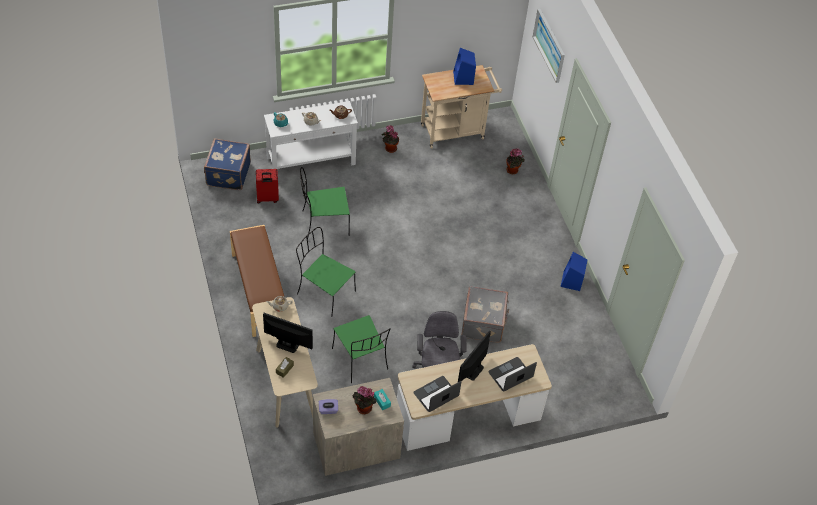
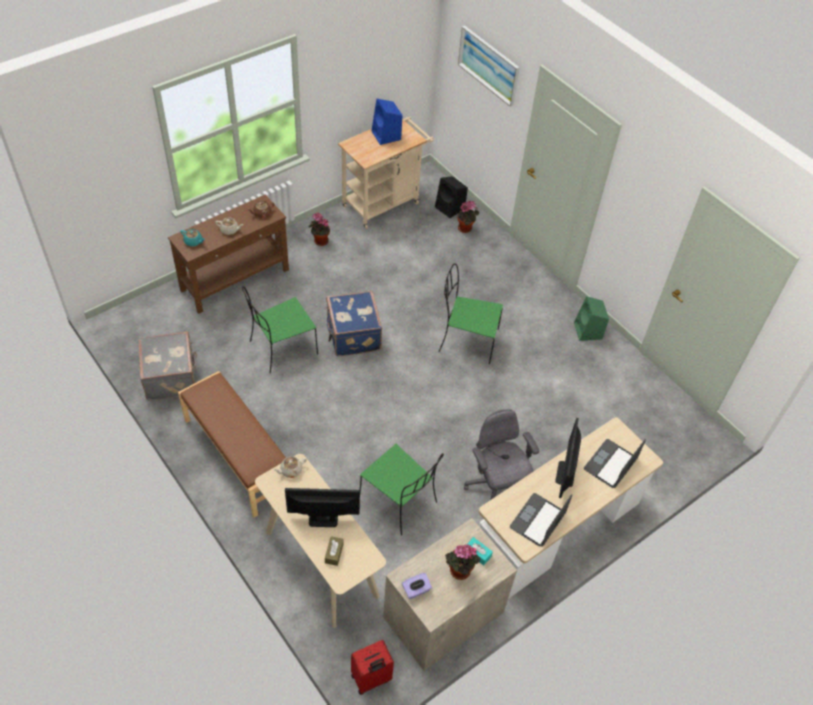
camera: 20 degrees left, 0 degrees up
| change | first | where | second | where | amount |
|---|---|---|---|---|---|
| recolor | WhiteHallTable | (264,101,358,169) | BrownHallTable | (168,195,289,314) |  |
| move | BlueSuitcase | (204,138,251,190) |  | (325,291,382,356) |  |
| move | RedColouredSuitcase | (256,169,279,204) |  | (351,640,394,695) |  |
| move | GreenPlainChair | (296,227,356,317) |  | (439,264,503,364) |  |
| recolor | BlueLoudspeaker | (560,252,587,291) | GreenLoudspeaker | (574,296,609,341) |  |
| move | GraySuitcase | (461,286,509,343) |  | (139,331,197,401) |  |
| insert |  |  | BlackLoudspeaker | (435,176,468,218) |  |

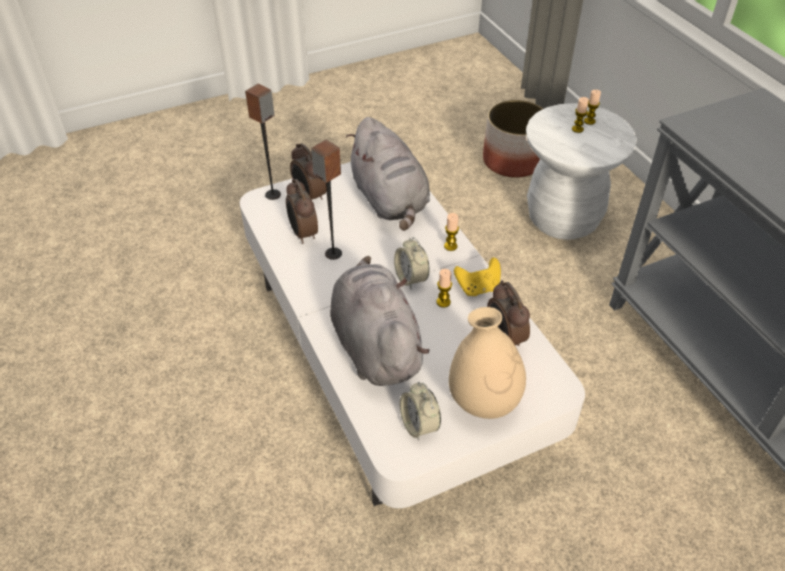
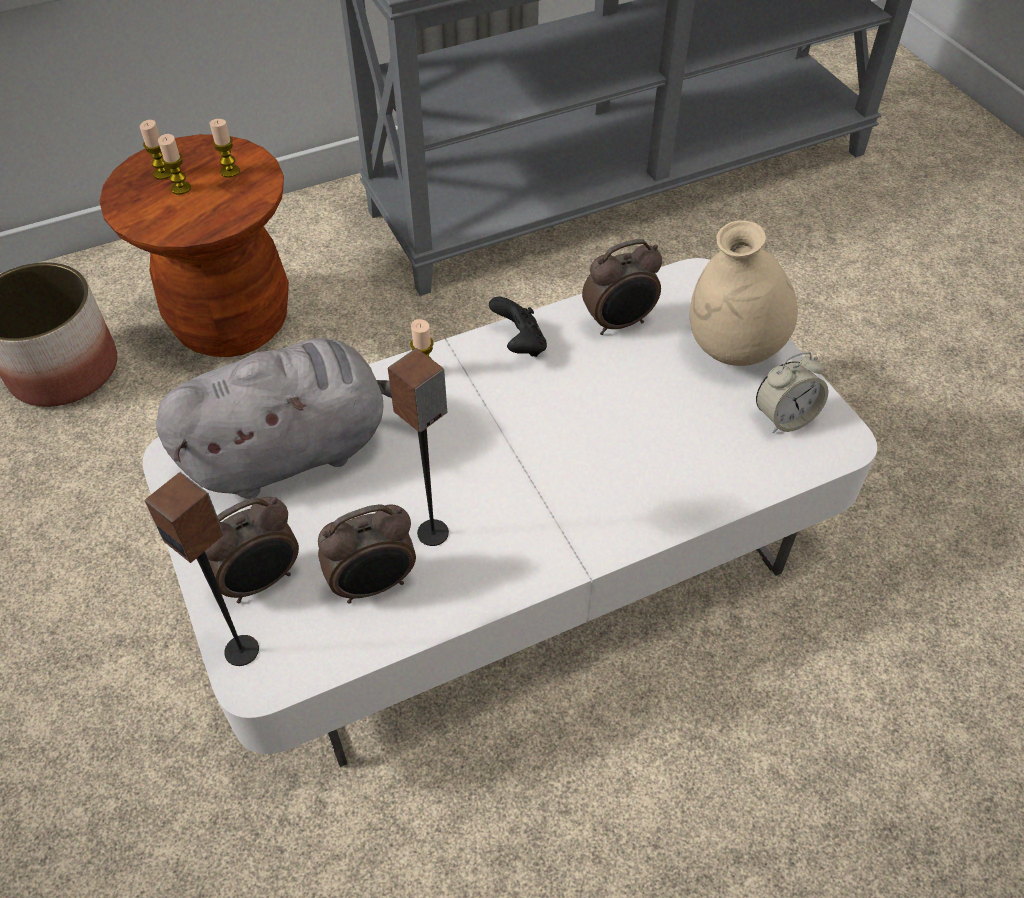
camera: 90 degrees left, 5 degrees up
| change | first | where | second | where | amount |
|---|---|---|---|---|---|
| recolor | WhiteSittingStool | (526,103,637,240) | BrownSittingStool | (99,134,289,357) |  |
| delete | TableClock | (394,237,429,289) |  |  |  |
| delete | GraySoftToy | (330,256,429,386) |  |  |  |
| recolor | YellowColouredGamepad | (454,257,501,296) | BlackGamepad | (489,297,547,357) |  |
| move | Candle | (436,269,452,308) |  | (210,119,240,178) |  |

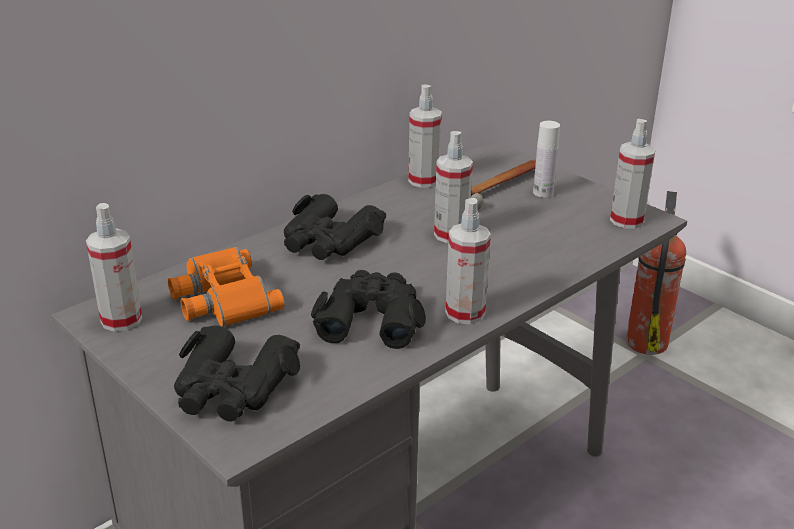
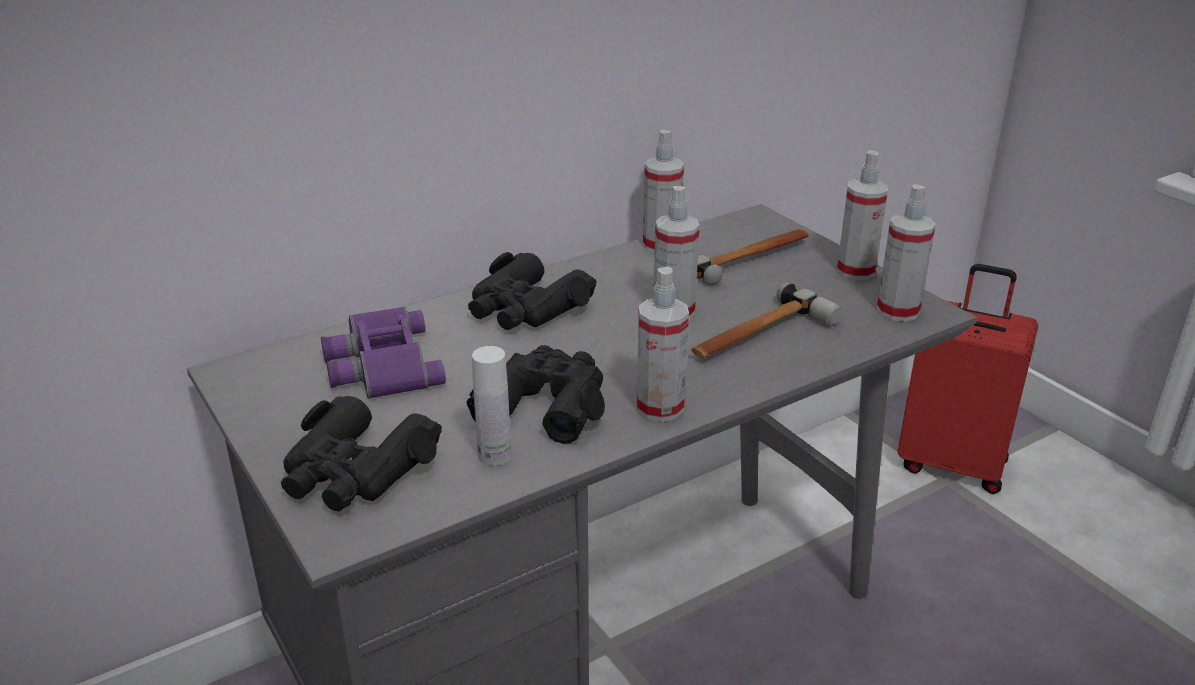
camera: 10 degrees right, 0 degrees up
| change | first | where | second | where | amount |
|---|---|---|---|---|---|
| move | WhiteDrinkBottle | (533,121,560,198) |  | (472,346,511,466) |  |
| replace | Extinguisher | (626,191,686,355) | RedColouredSuitcase | (898,264,1038,494) |  |
| move | Sprayer | (86,203,142,332) |  | (837,150,888,280) |  |
| recolor | OrangeColouredFieldGlasses | (168,247,285,327) | PurpleFieldGlasses | (321,306,446,399) |  |
| insert |  |  | Hammer | (691,283,841,358) |  |

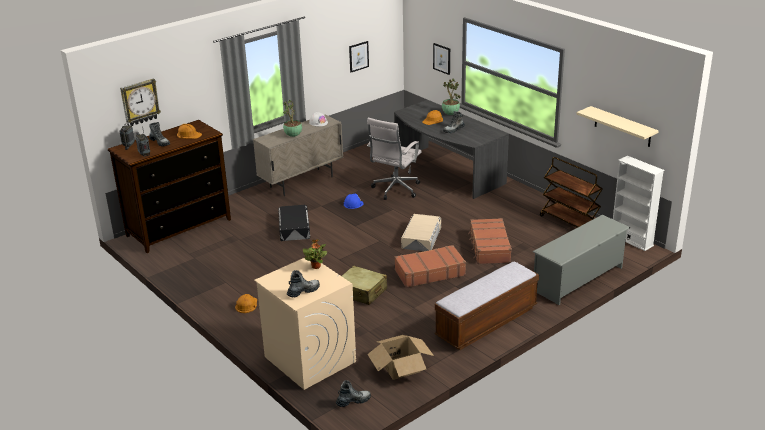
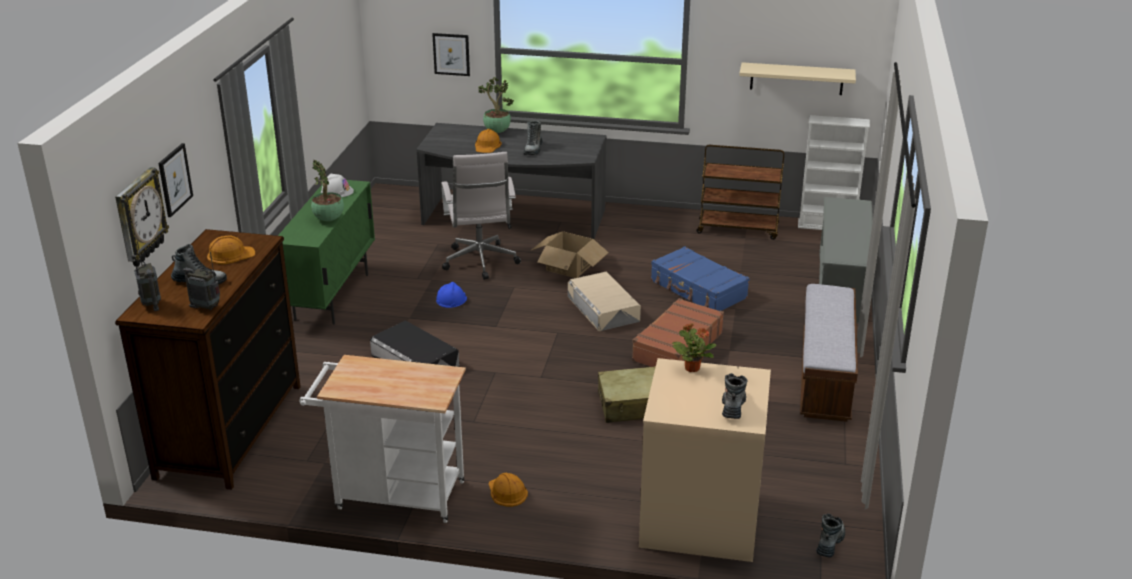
camera: 40 degrees left, 0 degrees up
| change | first | where | second | where | amount |
|---|---|---|---|---|---|
| move | Picture | (349,41,369,72) |  | (158,143,193,217) |  |
| recolor | BeigeCabinet | (253,114,343,196) | GreenCabinet | (278,180,375,325) |  |
| recolor | BrownSuitcase | (468,218,512,264) | BlueSuitcase | (651,246,750,311) |  |
| move | PackingBox | (367,335,434,380) |  | (532,231,609,278) |  |
| insert |  |  | WhiteWheeledCart | (299,355,466,523) |  |

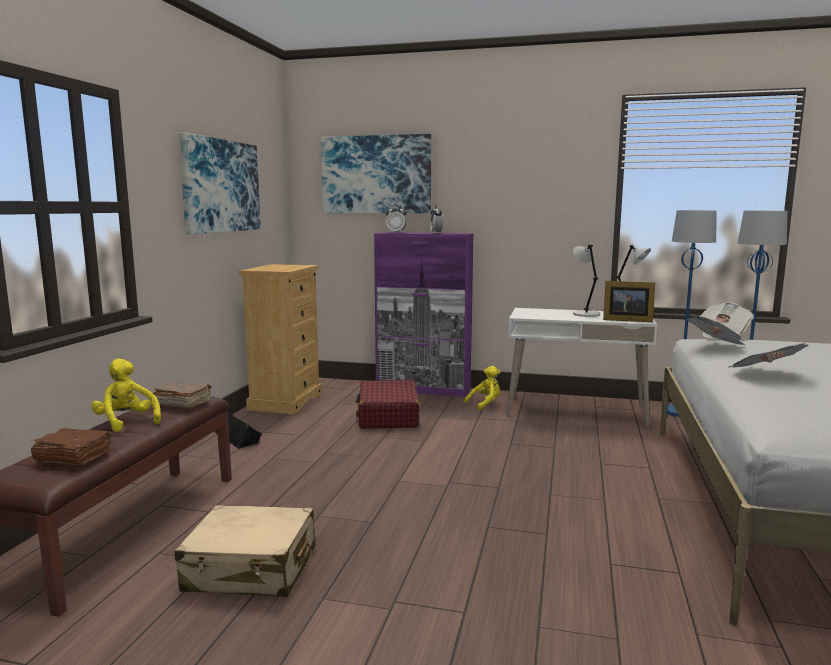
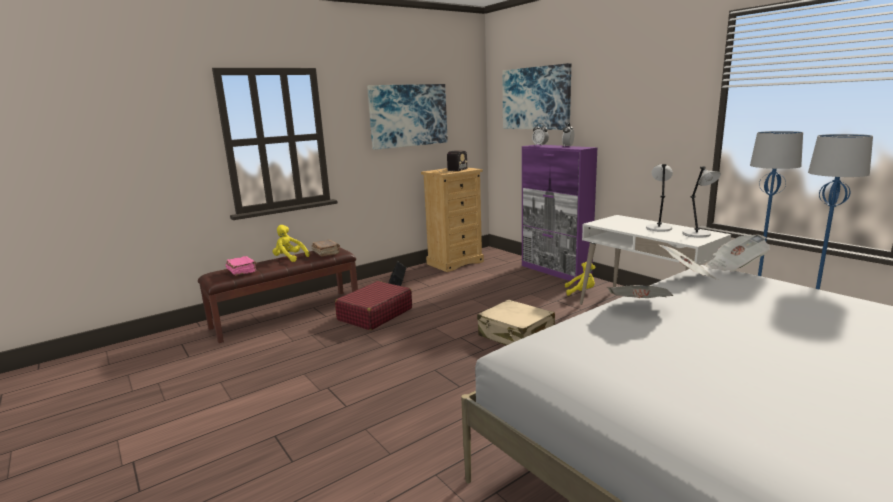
camera: 40 degrees right, 5 degrees up
| change | first | where | second | where | amount |
|---|---|---|---|---|---|
| delete | PictureFrame | (603,281,655,322) |  |  |  |
| rotate | YellowColouredSoftToy | (91,359,161,432) |  | (273,225,310,262) | 60 degrees counterclockwise |
| move | RedColouredSuitcase | (356,380,419,429) |  | (335,281,412,330) |  |
| recolor | BrownBook | (31,428,113,466) | PinkBook | (226,256,257,276) |  |
| move | BeigeSuitcase | (174,505,316,597) |  | (477,300,555,345) |  |
| insert |  |  | RadioSet | (441,150,467,173) |  |

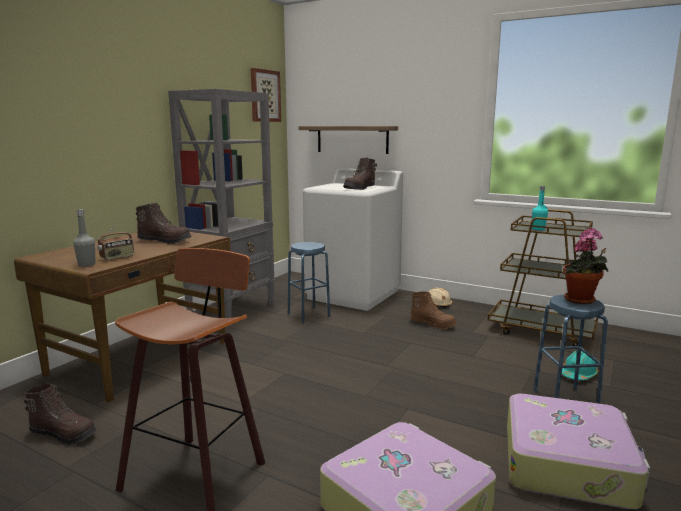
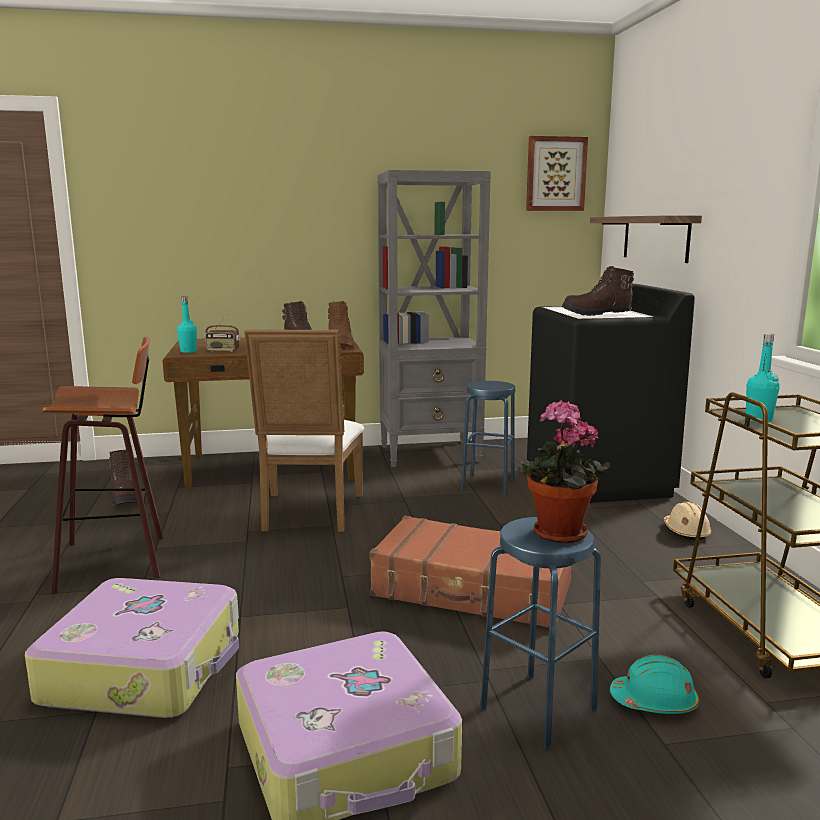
camera: 50 degrees right, 0 degrees up
| change | first | where | second | where | amount |
|---|---|---|---|---|---|
| recolor | WhiteWashingMachine | (303,168,403,311) | BlackWashingMachine | (527,284,695,503) |  |
| recolor | GrayDrinkBottle | (73,209,96,267) | TurquoiseColouredDrinkBottle | (177,297,197,353) |  |
| move | BrownBoot | (410,291,457,330) |  | (328,301,354,347) |  |
| insert |  |  | WhitePlainChair | (244,330,364,532) |  |
| insert |  |  | BrownSuitcase | (370,516,571,628) |  |

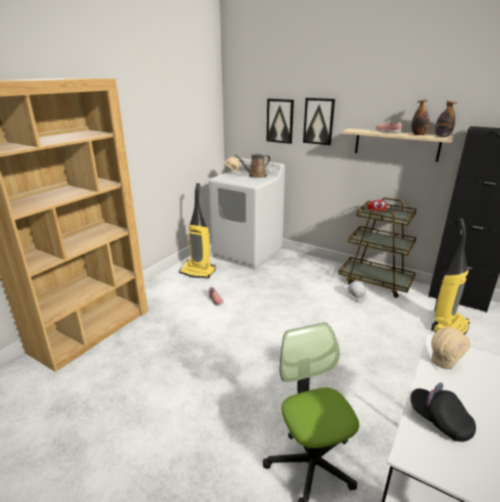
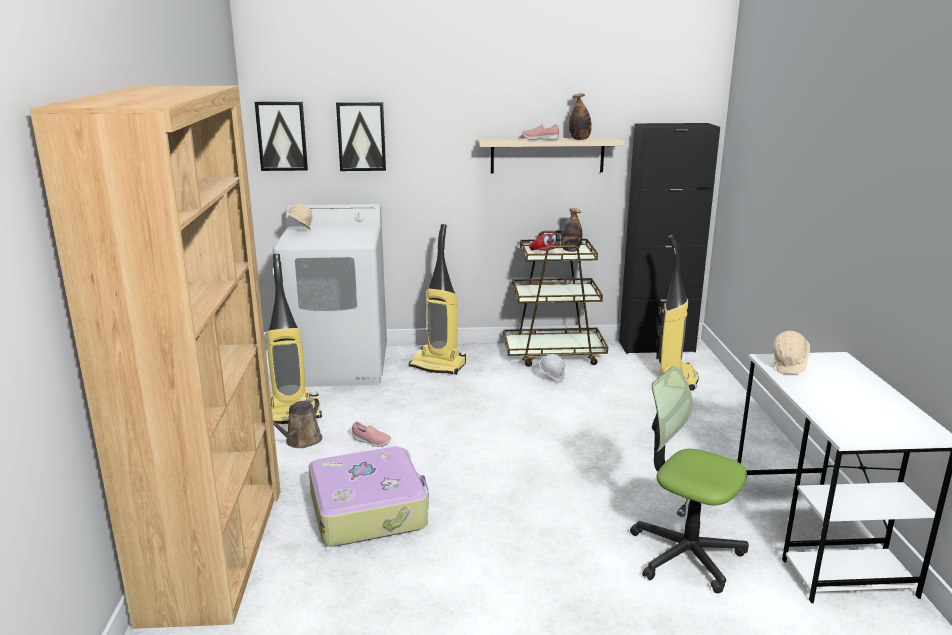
camera: 35 degrees left, 5 degrees down
| change | first | where | second | where | amount |
|---|---|---|---|---|---|
| move | Picture | (303,98,335,145) |  | (255,101,308,171) |  |
| move | DrinkBottle | (435,101,457,137) |  | (560,208,582,252) |  |
| move | BrownWateringCan | (235,154,270,178) |  | (273,397,322,448) |  |
| delete | BlackBaseballCap | (410,383,476,442) |  |  |  |
| insert |  |  | Vacuum | (409,224,466,375) |  |
| insert |  |  | Suitcase | (309,447,429,547) |  |

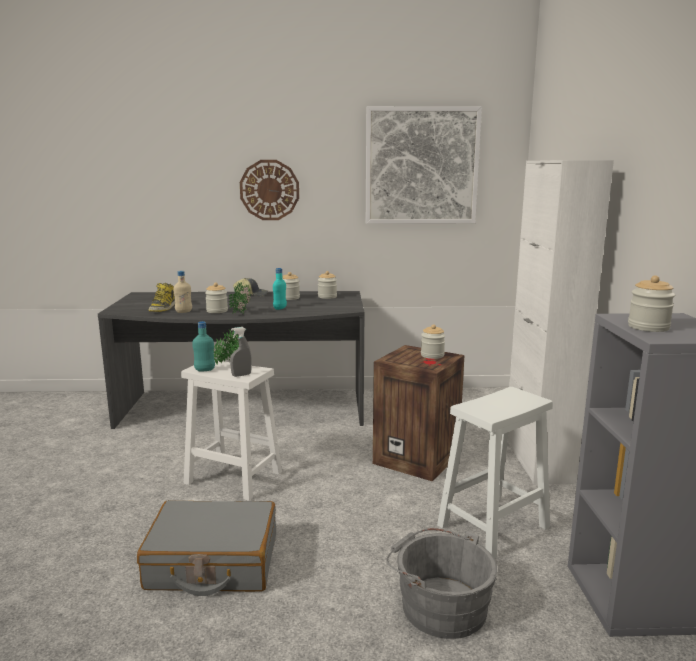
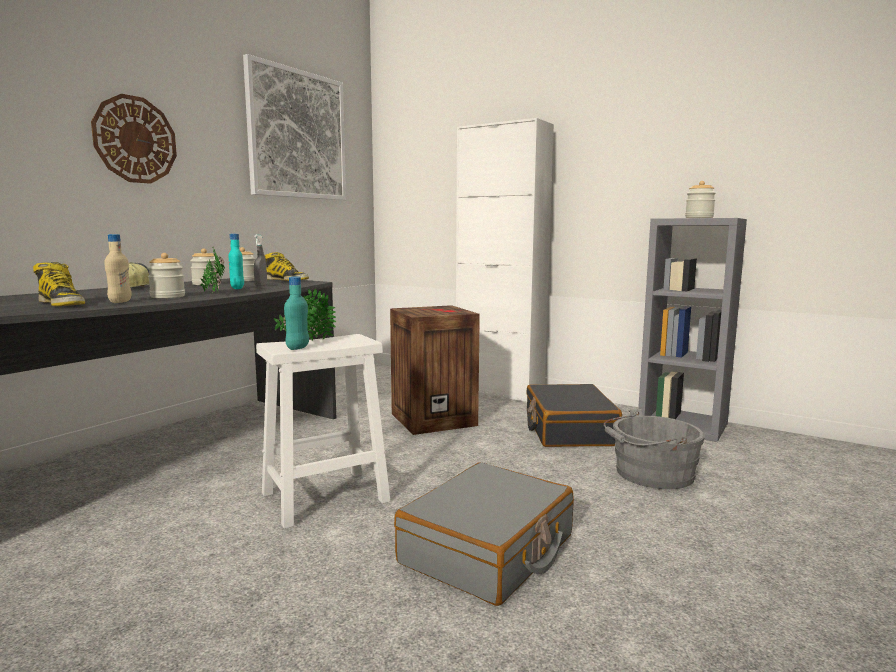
camera: 55 degrees left, 5 degrees down
| change | first | where | second | where | amount |
|---|---|---|---|---|---|
| delete | StorageJar | (421,324,445,359) |  |  |  |
| move | GraySprayer | (230,327,252,377) |  | (254,235,267,286) |  |
| replace | WhiteSittingStool | (437,387,553,559) | BlackSuitcase | (526,384,622,447) |  |
| insert |  |  | Boot | (265,252,309,281) |  |

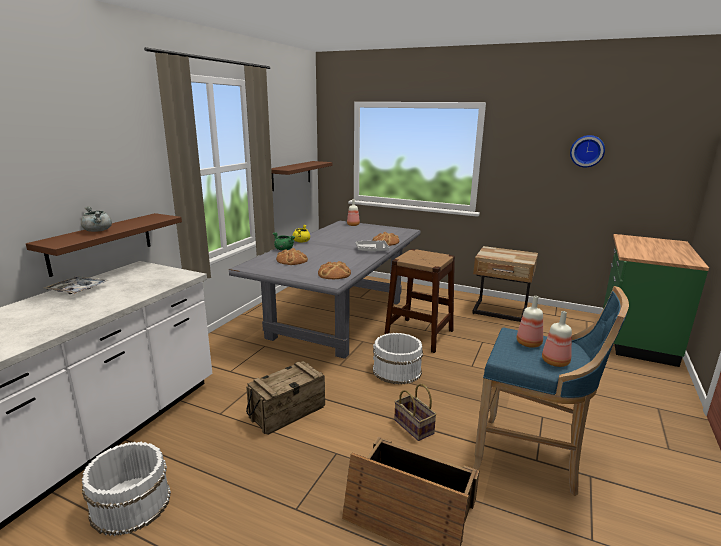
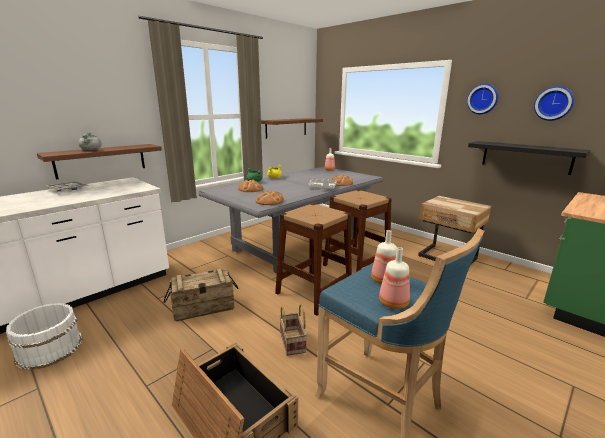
camera: 20 degrees right, 0 degrees up
| change | first | where | second | where | amount |
|---|---|---|---|---|---|
| replace | WhitePail | (373,333,423,384) | BrownSittingStool | (275,204,352,316) |  |
| insert |  |  | WallClock | (467,84,498,114) |  |
| insert |  |  | BlackShelf | (468,141,591,175) |  |

